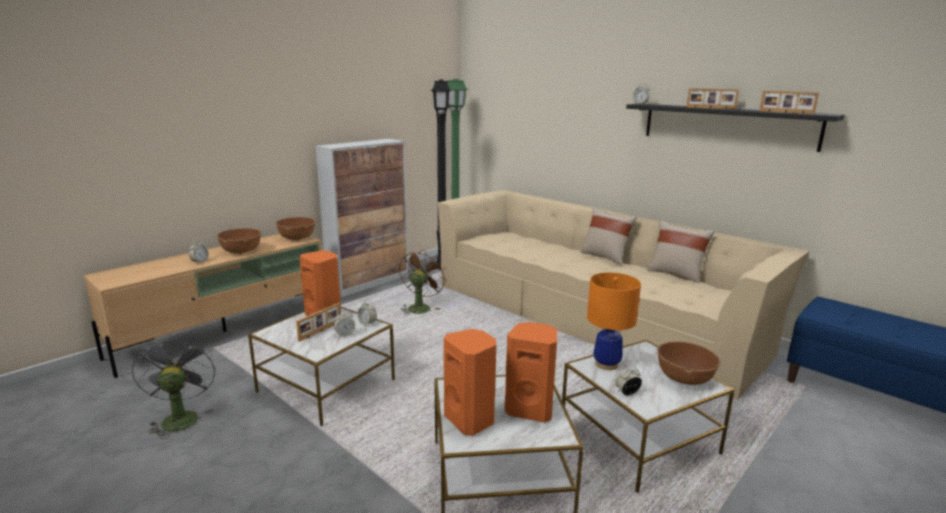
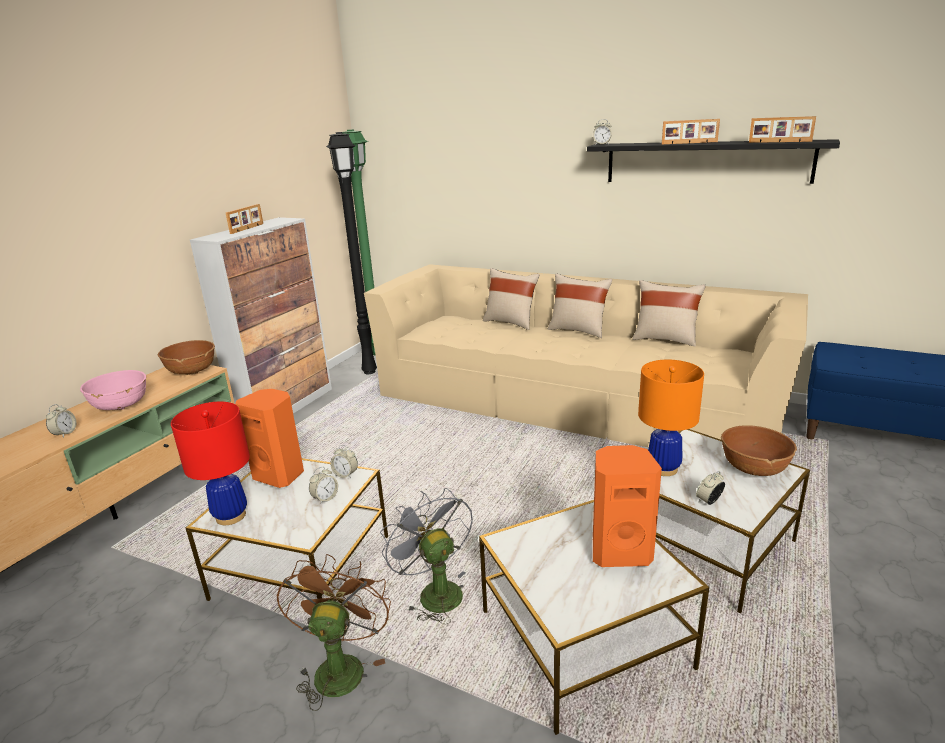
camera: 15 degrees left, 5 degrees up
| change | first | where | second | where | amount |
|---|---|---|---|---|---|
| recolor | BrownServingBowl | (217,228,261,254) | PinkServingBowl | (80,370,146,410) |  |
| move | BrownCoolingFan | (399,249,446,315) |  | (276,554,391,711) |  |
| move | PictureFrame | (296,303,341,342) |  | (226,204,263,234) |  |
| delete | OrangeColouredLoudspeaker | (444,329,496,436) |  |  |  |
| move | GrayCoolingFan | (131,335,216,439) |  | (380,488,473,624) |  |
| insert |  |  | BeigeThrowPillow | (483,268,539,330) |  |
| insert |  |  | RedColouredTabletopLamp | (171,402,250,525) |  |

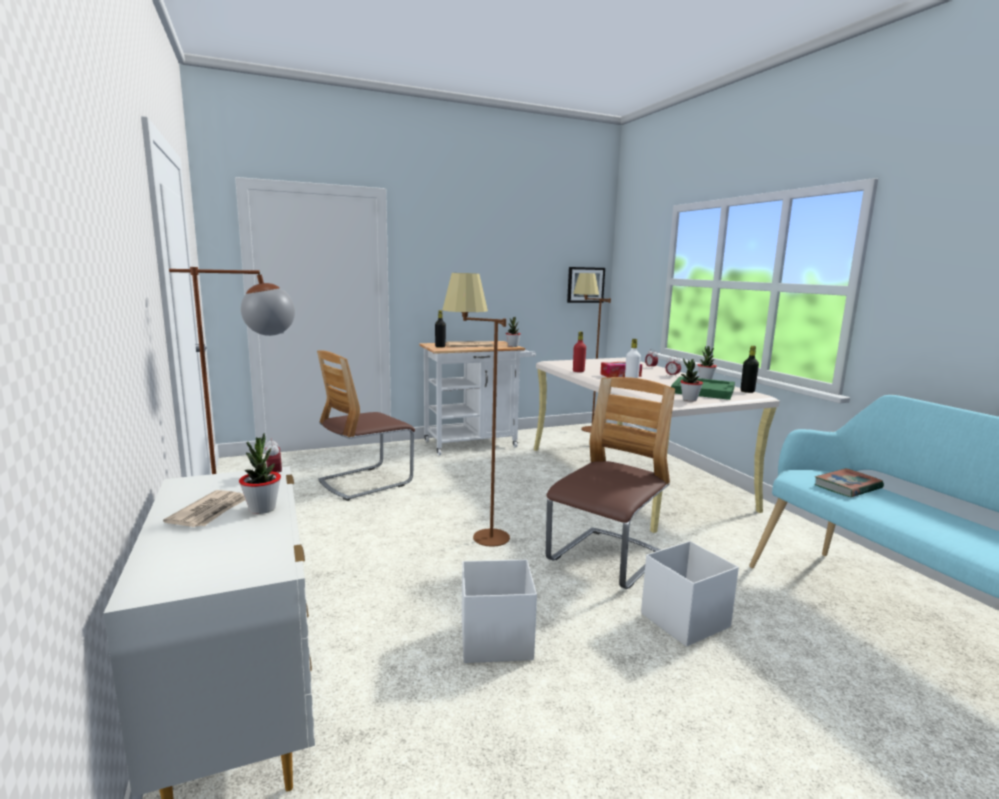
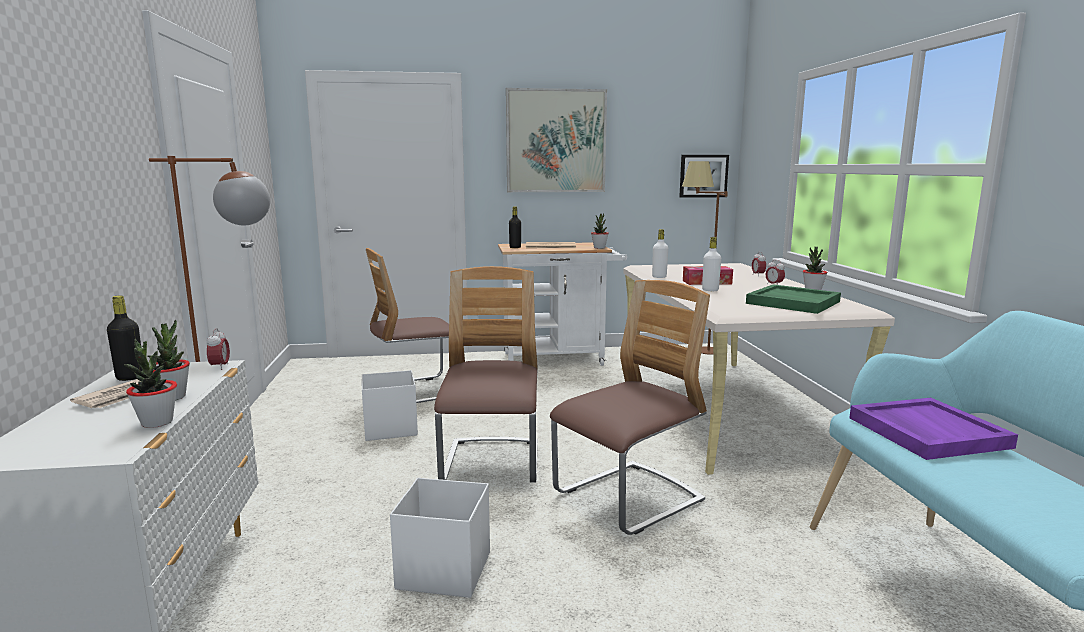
camera: 15 degrees right, 0 degrees up
| change | first | where | second | where | amount |
|---|---|---|---|---|---|
| replace | BrownFloorLamp | (442,273,510,547) | PlainChair | (434,266,538,483) |  |
| recolor | RedColouredDrinkBottle | (573,332,586,372) | WhiteDrinkBottle | (652,229,668,278) |  |
| move | BlackDrinkBottle | (741,346,759,393) |  | (107,296,142,381) |  |
| move | PottedPlant | (680,358,703,401) |  | (124,339,177,428) |  |
| replace | Book | (814,468,884,497) | PurpleCarryingTray | (849,398,1018,460) |  |
| move | WhiteStorageContainer | (641,541,739,647) |  | (362,370,418,441) |  |
| insert |  |  | Picture | (506,88,607,192) |  |

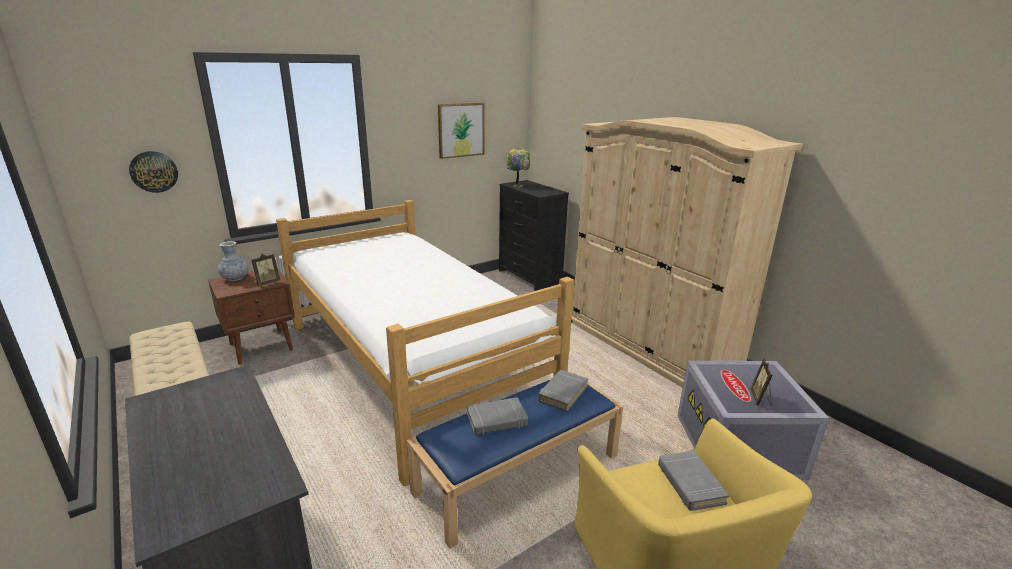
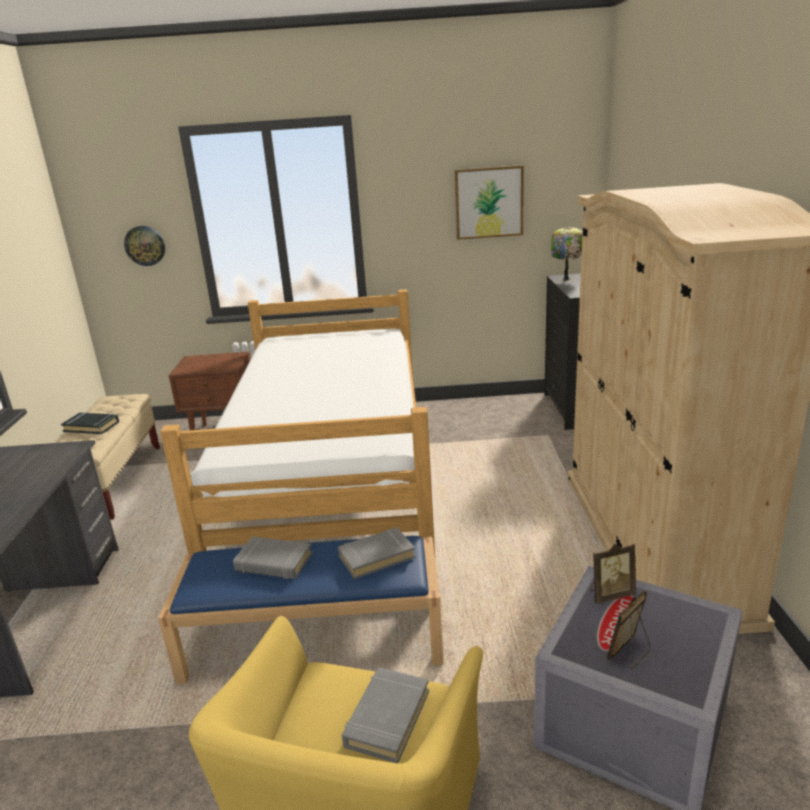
camera: 35 degrees right, 0 degrees up
| change | first | where | second | where | amount |
|---|---|---|---|---|---|
| delete | DecorativeVase | (218,241,249,281) |  |  |  |
| move | PictureFrame | (251,254,280,286) |  | (590,544,636,604) |  |
| insert |  |  | BlackBook | (61,412,119,434) |  |

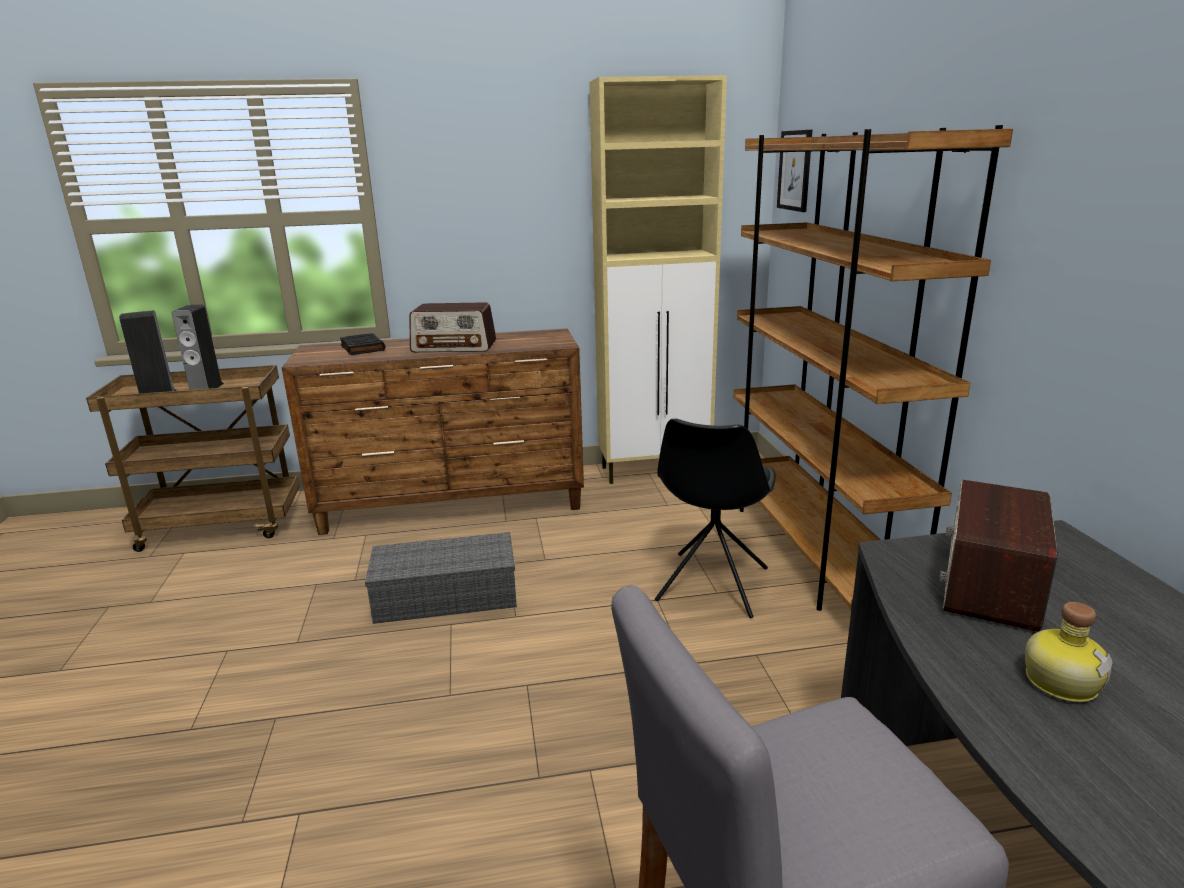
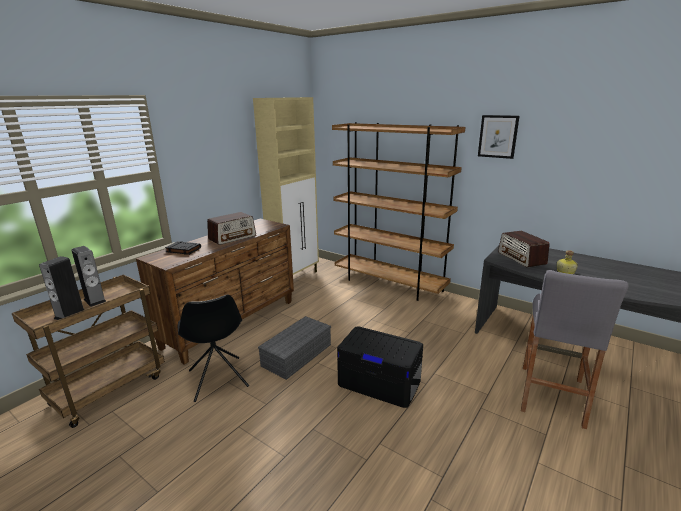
camera: 45 degrees left, 0 degrees up
| change | first | where | second | where | amount |
|---|---|---|---|---|---|
| move | Picture | (777,130,812,212) |  | (478,115,520,159) |  |
| move | BlackPlainChair | (655,418,776,618) |  | (178,295,249,402) |  |
| insert |  |  | BlackStorageContainer | (337,326,423,408) |  |

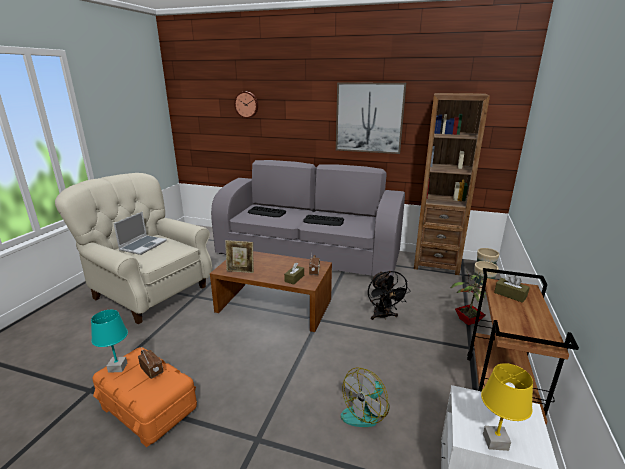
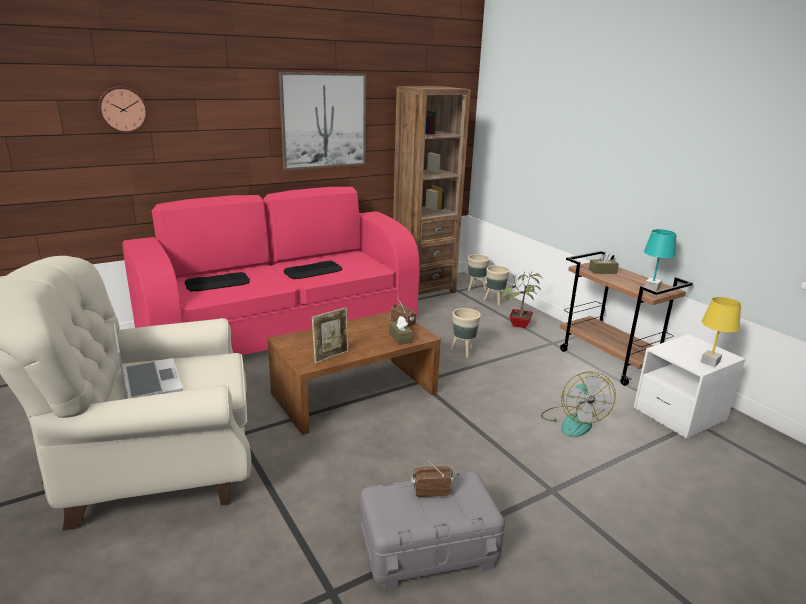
camera: 50 degrees left, 0 degrees up
| change | first | where | second | where | amount |
|---|---|---|---|---|---|
| recolor | GraySettee | (211,160,405,276) | PinkSettee | (122,187,419,355) |  |
| replace | BlackCoolingFan | (368,271,411,320) | BeigePlanter | (451,308,481,358) |  |
| move | TurquoiseColouredTabletopLamp | (91,310,128,373) |  | (644,229,677,291) |  |
| recolor | OrangeColouredStorageContainer | (93,347,197,447) | GrayStorageContainer | (360,471,505,590) |  |

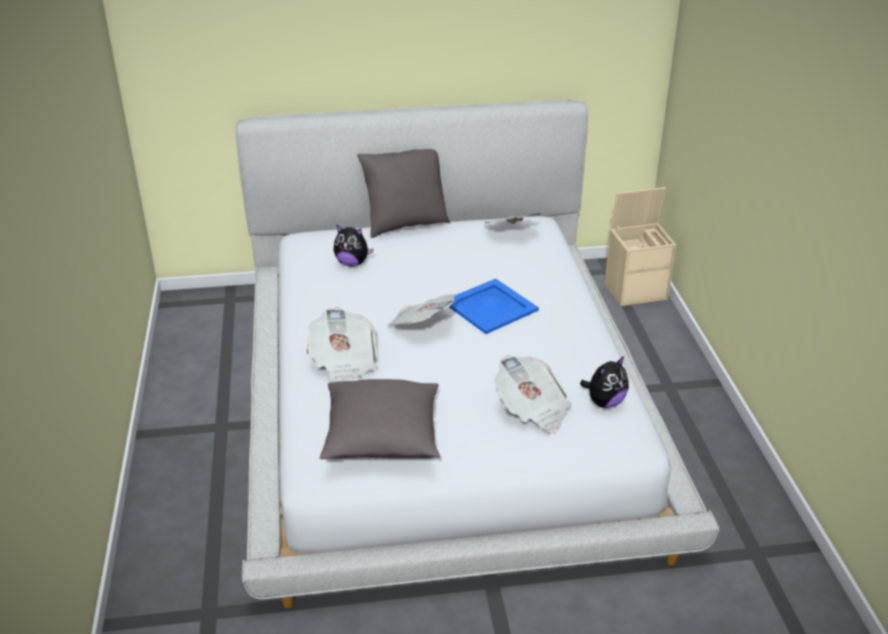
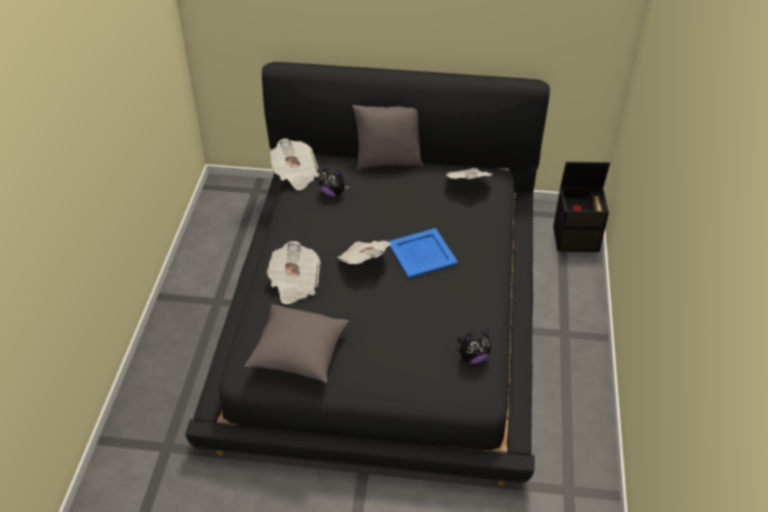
camera: 15 degrees right, 10 degrees up
| change | first | where | second | where | amount |
|---|---|---|---|---|---|
| recolor | WhiteSleepingBed | (235,99,719,608) | BlackSleepingBed | (185,62,550,486) |  |
| recolor | BeigeStorageContainer | (605,187,676,306) | BlackStorageContainer | (553,162,610,252) |  |
| move | DailyPaper | (494,355,572,434) |  | (270,138,319,191) |  |

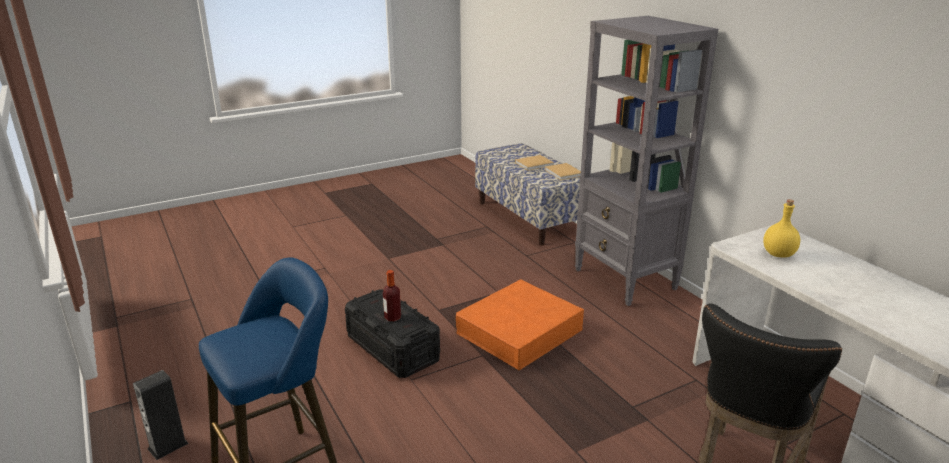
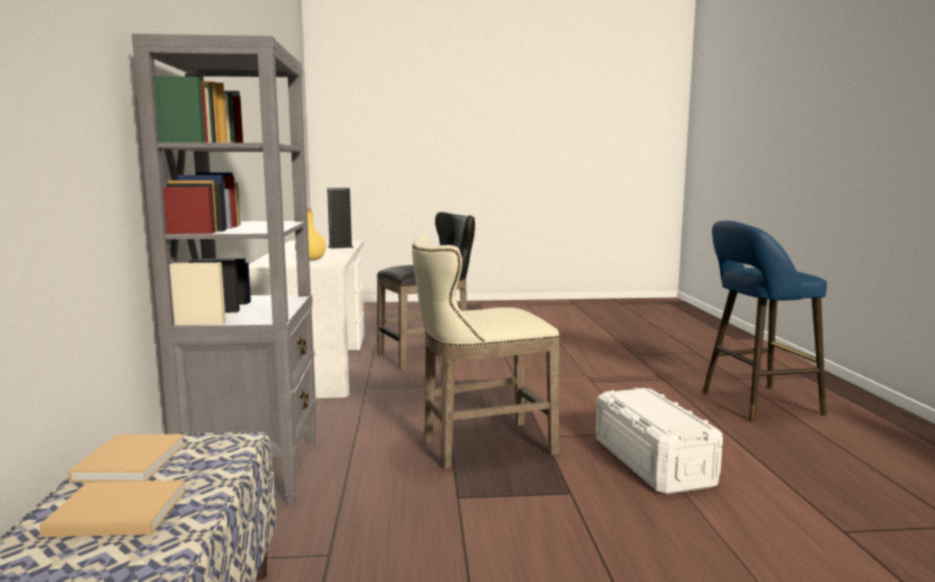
camera: 155 degrees left, 15 degrees down
| change | first | where | second | where | amount |
|---|---|---|---|---|---|
| delete | DrinkBottle | (383,270,401,321) |  |  |  |
| replace | OrangeColouredStorageContainer | (456,279,584,370) | BeigeSittingStool | (412,236,560,469) |  |
| recolor | BlackStorageContainer | (345,289,440,378) | WhiteStorageContainer | (596,388,723,494) |  |
| move | Loudspeaker | (133,370,189,460) |  | (327,188,354,249) |  |

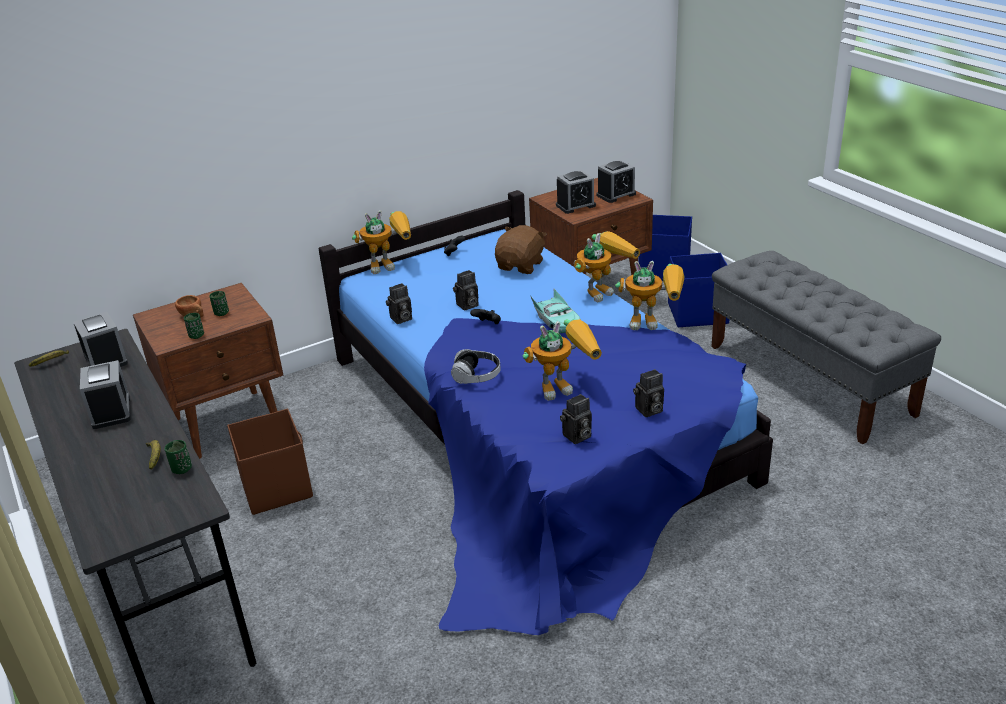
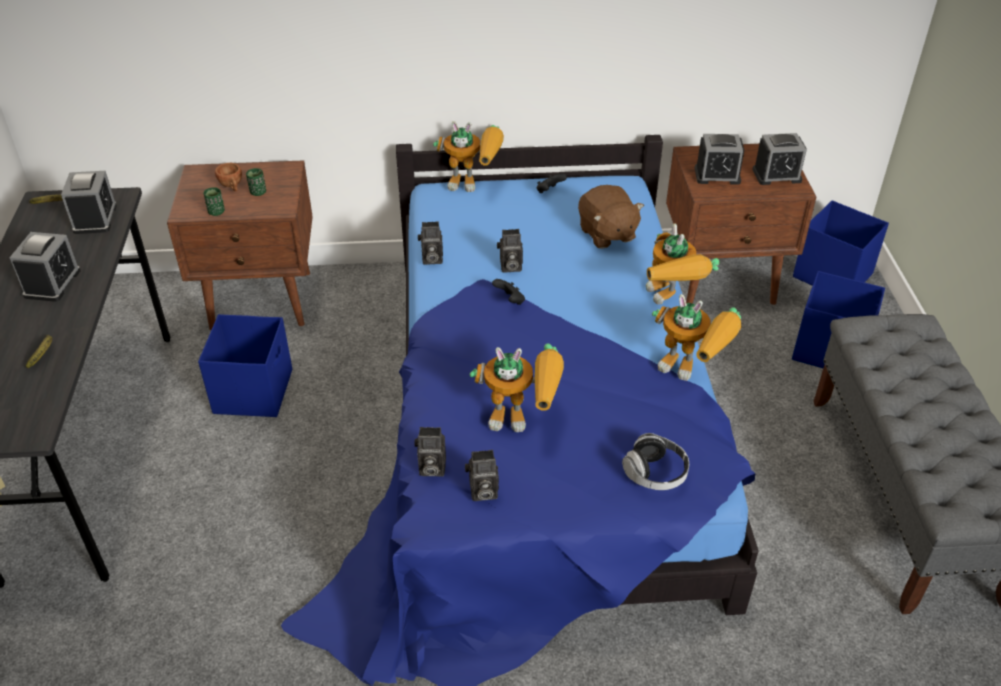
camera: 25 degrees right, 10 degrees up
| change | first | where | second | where | amount |
|---|---|---|---|---|---|
| rotate | BrownSoftToy | (495,225,546,274) |  | (578,185,644,249) | 105 degrees clockwise |
| rotate | RobotFigure | (574,231,640,302) |  | (646,224,720,305) | 90 degrees clockwise |
| delete | TurquoiseColouredModelCar | (530,289,581,334) |  |  |  |
| move | Headset | (451,349,501,384) |  | (622,433,689,490) |  |
| move | StillCamera | (633,369,664,417) |  | (415,427,446,476) |  |
| recolor | BrownStorageContainer | (227,408,313,515) | BlueStorageContainer | (198,314,292,417) |  |
| delete | GreenDrinkingCup | (165,440,192,474) |  |  |  |

